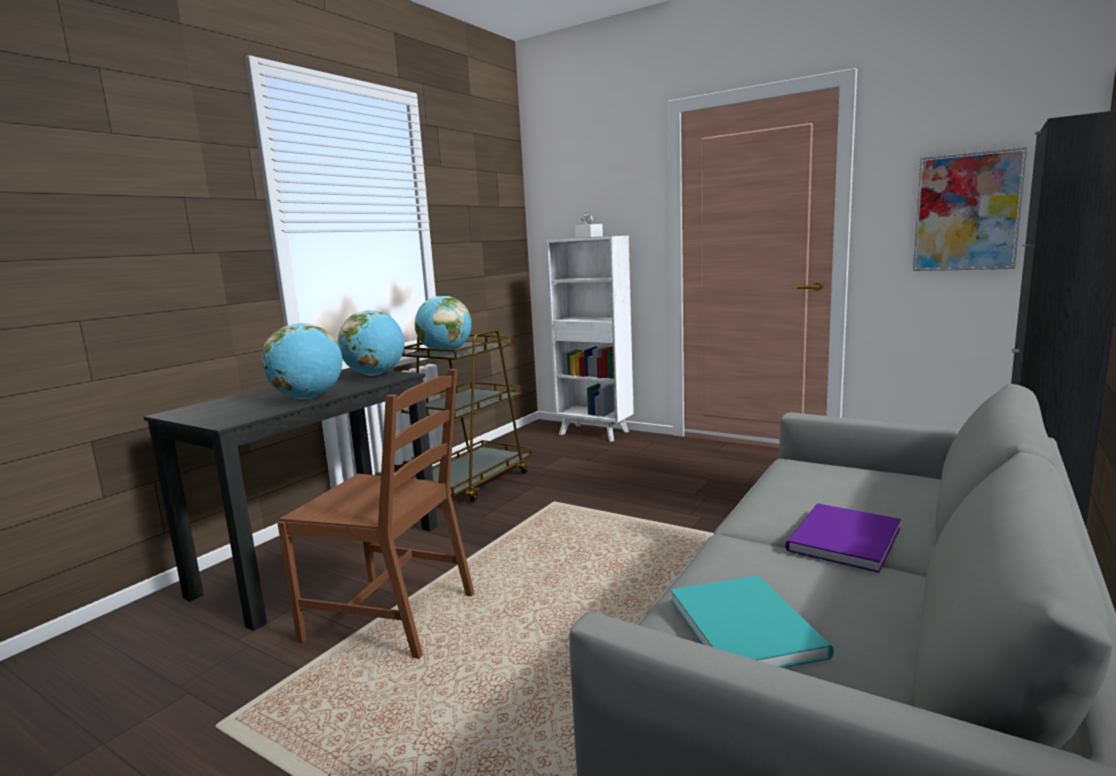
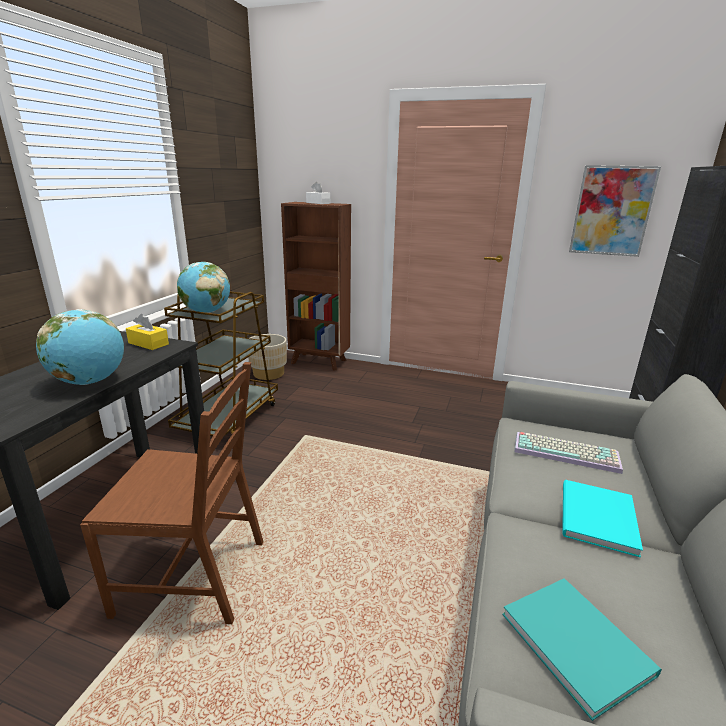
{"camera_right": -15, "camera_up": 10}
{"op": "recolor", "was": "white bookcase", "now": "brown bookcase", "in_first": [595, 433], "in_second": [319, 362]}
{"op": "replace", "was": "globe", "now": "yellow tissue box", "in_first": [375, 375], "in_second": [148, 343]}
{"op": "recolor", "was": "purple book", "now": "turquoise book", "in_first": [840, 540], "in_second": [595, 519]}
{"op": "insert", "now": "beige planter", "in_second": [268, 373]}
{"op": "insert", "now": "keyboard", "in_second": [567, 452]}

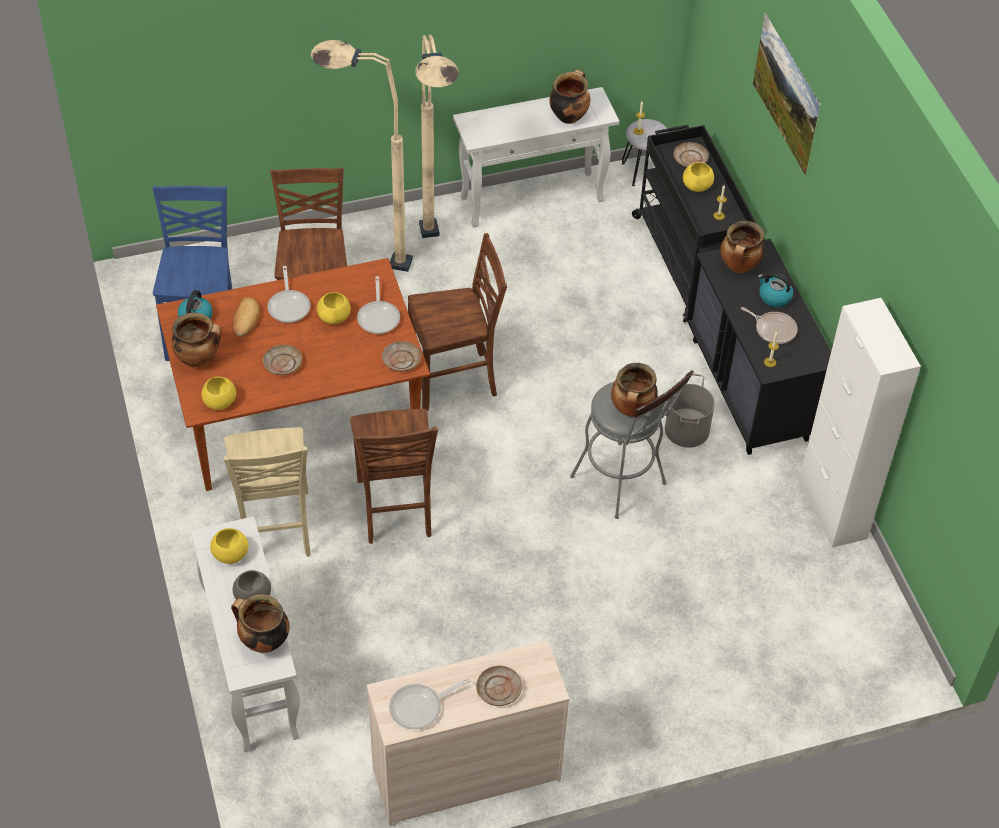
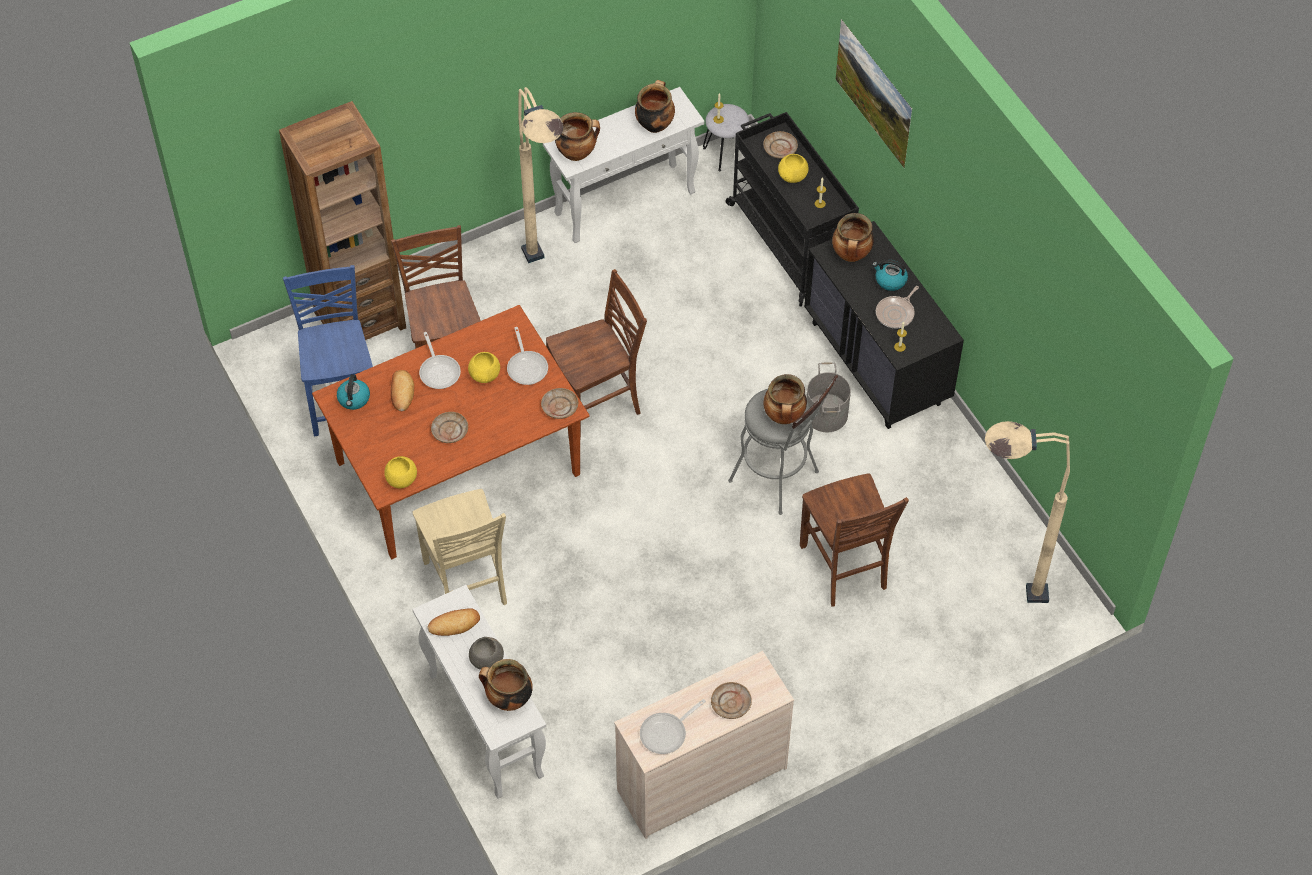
{"camera_right": -10, "camera_up": 5}
{"op": "move", "was": "beige floor lamp", "in_first": [362, 256], "in_second": [993, 593]}
{"op": "delete", "was": "white cabinet", "in_first": [832, 510]}
{"op": "rotate", "was": "frying pan", "in_first": [773, 329], "in_second": [896, 313], "clockwise": 105}
{"op": "move", "was": "cooking pot", "in_first": [199, 358], "in_second": [577, 153]}
{"op": "move", "was": "brown chair", "in_first": [395, 509], "in_second": [844, 568]}
{"op": "replace", "was": "yellow bowl", "now": "bread", "in_first": [229, 554], "in_second": [454, 624]}
{"op": "insert", "now": "brown bookcase", "in_second": [360, 320]}

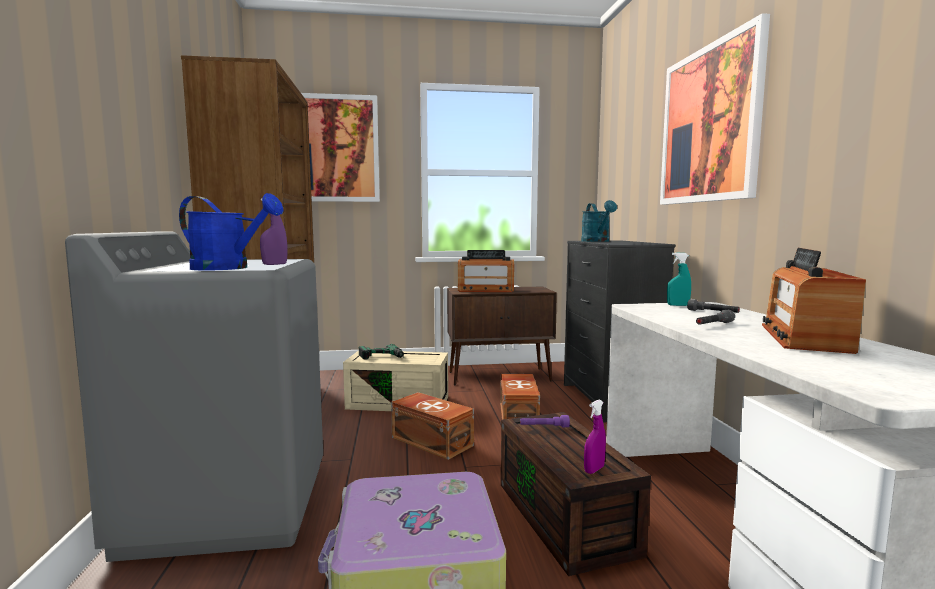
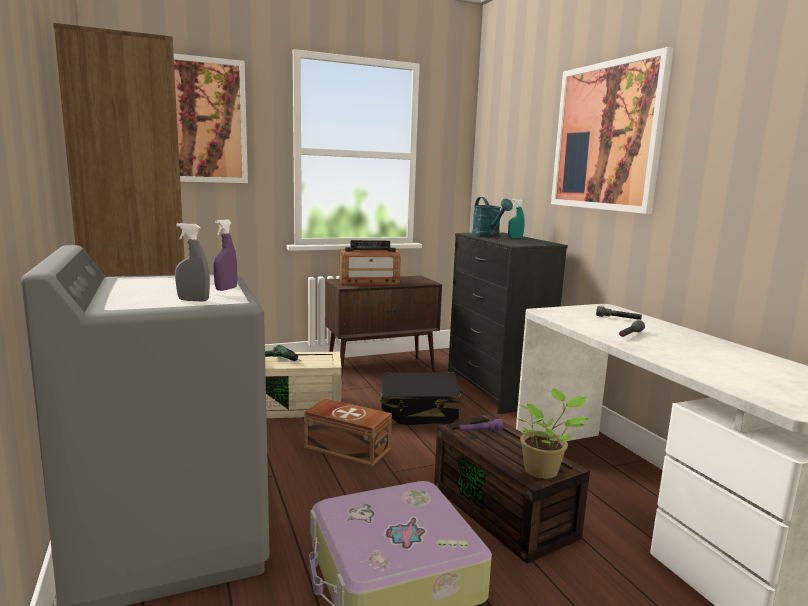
{"camera_right": -15, "camera_up": 5}
{"op": "replace", "was": "blue watering can", "now": "grey spray bottle", "in_first": [228, 268], "in_second": [193, 300]}
{"op": "delete", "was": "radio", "in_first": [804, 337]}
{"op": "move", "was": "turquoise spray bottle", "in_first": [678, 305], "in_second": [515, 237]}
{"op": "replace", "was": "brown storage box", "now": "black suitcase", "in_first": [519, 415], "in_second": [420, 413]}
{"op": "replace", "was": "purple spray bottle", "now": "potted plant", "in_first": [594, 469], "in_second": [543, 470]}

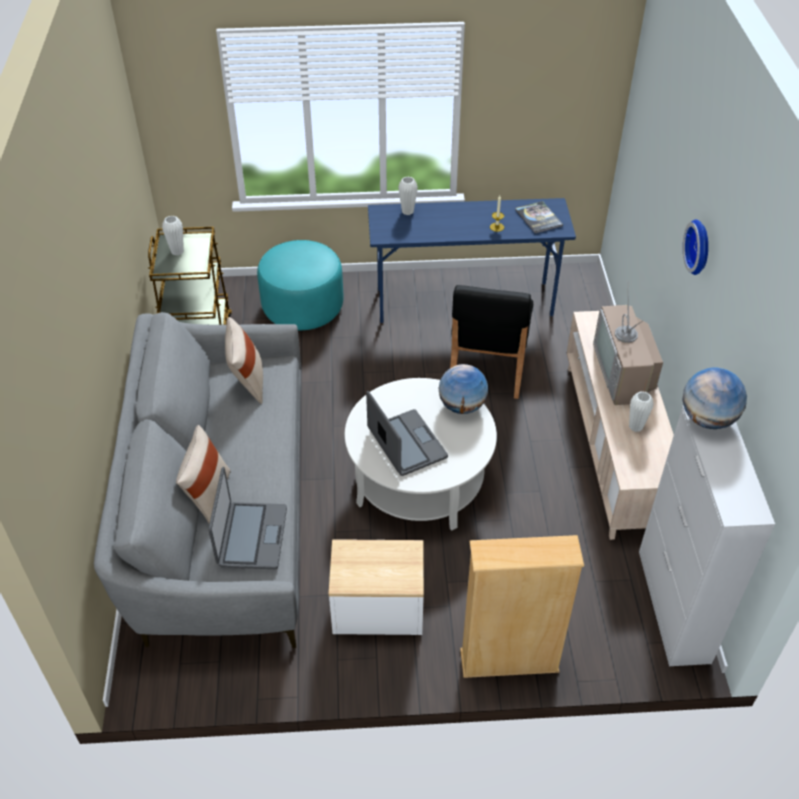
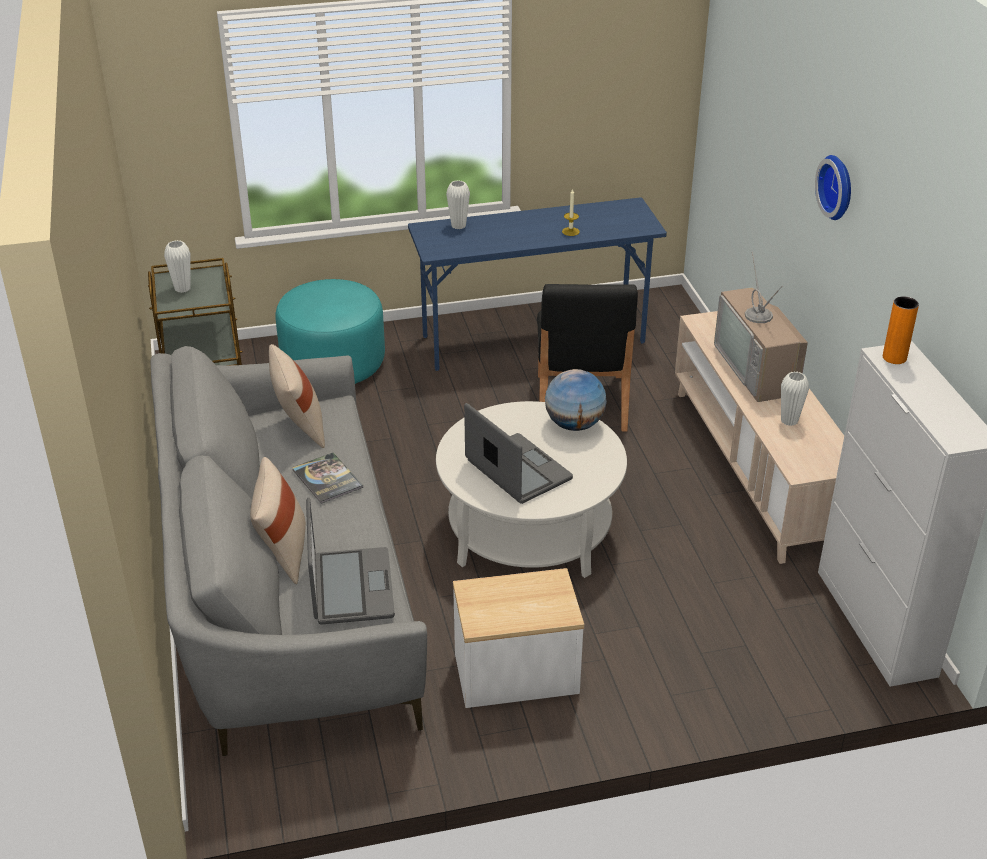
{"camera_right": -10, "camera_up": -10}
{"op": "move", "was": "book", "in_first": [538, 218], "in_second": [327, 479]}
{"op": "replace", "was": "globe", "now": "orange vase", "in_first": [708, 419], "in_second": [894, 358]}
{"op": "delete", "was": "beige bookcase", "in_first": [509, 661]}

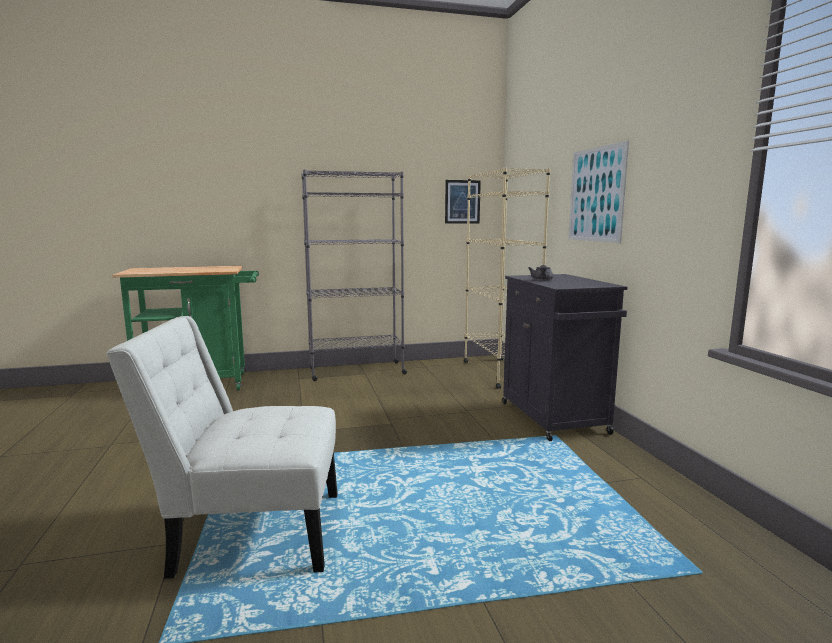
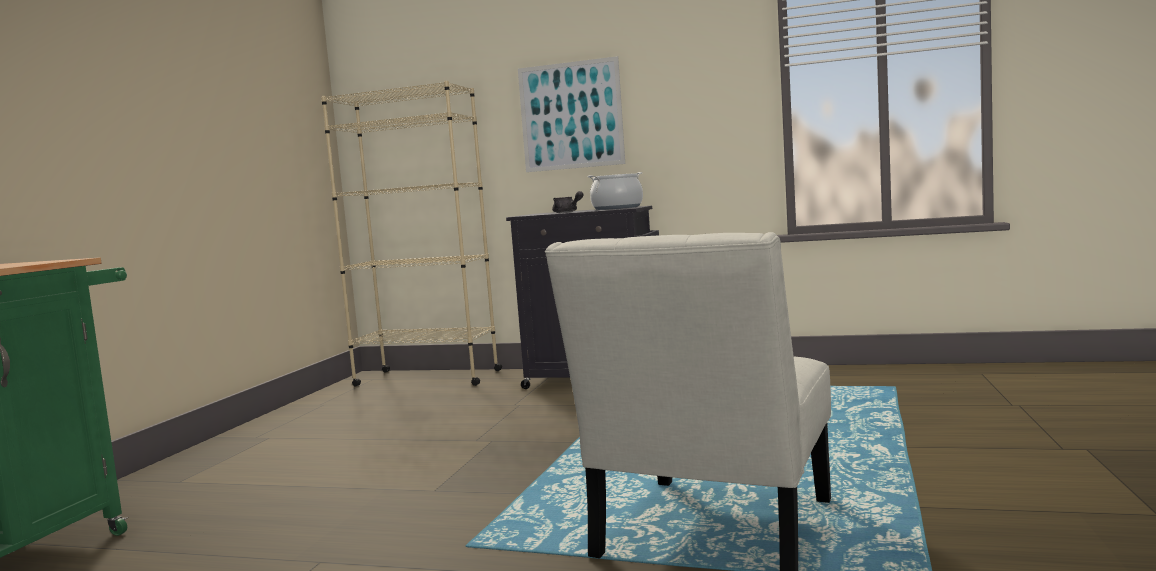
{"camera_right": -60, "camera_up": -5}
{"op": "delete", "was": "grey bookcase", "in_first": [356, 371]}
{"op": "delete", "was": "picture", "in_first": [462, 202]}
{"op": "insert", "now": "cooking pot", "in_second": [617, 208]}

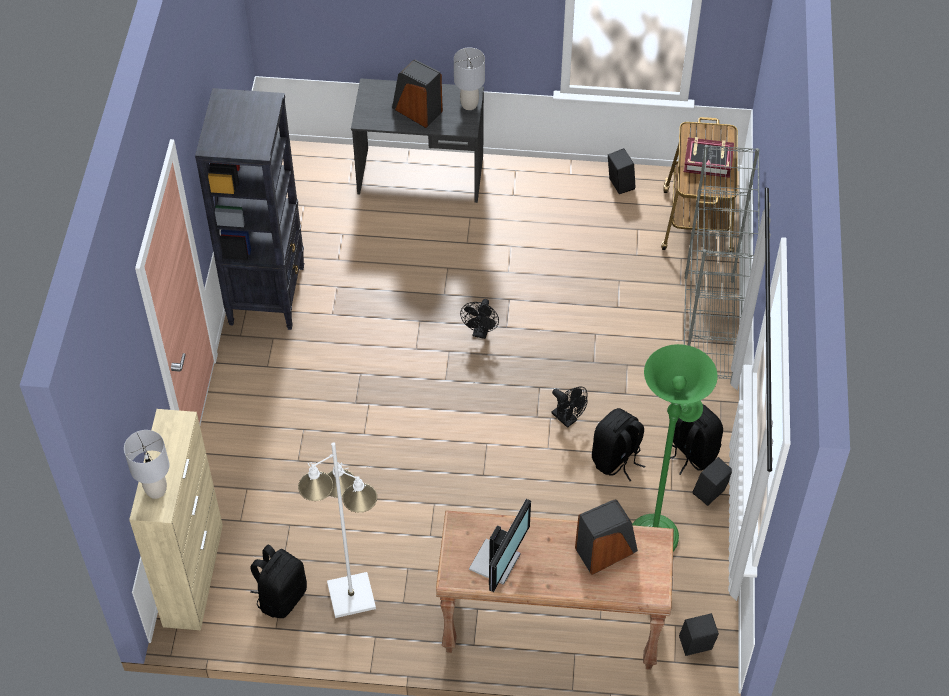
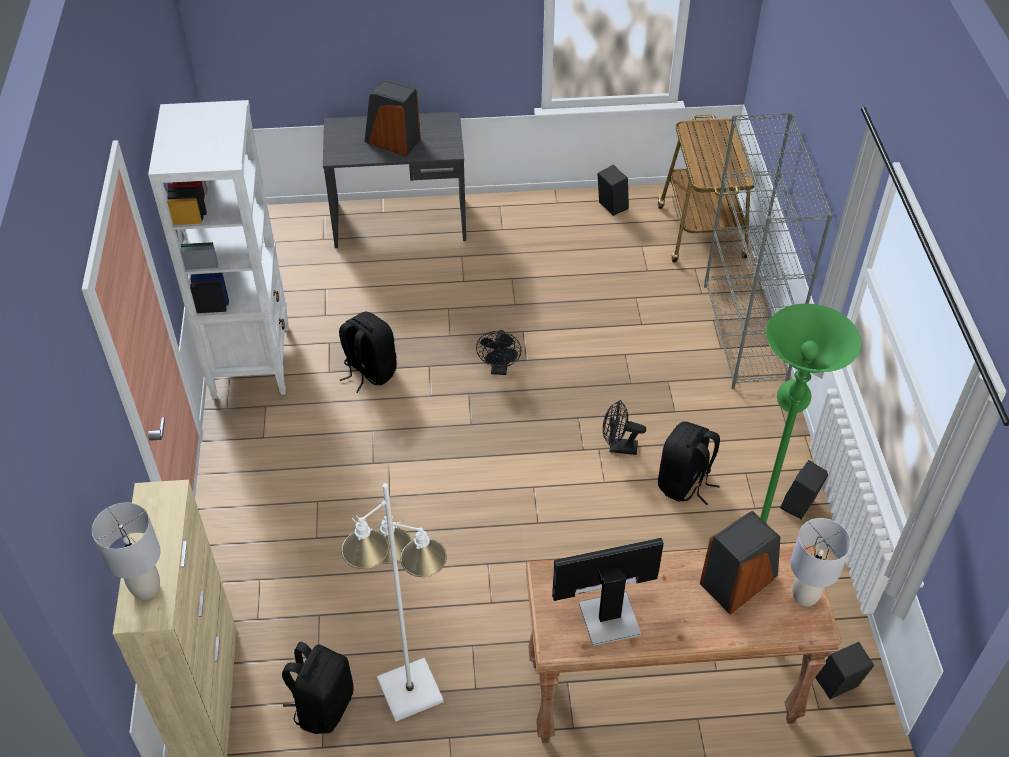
{"camera_right": -10, "camera_up": -5}
{"op": "move", "was": "grey table lamp", "in_first": [469, 105], "in_second": [804, 596]}
{"op": "recolor", "was": "black bookcase", "now": "white bookcase", "in_first": [267, 295], "in_second": [251, 361]}
{"op": "delete", "was": "book", "in_first": [708, 161]}
{"op": "rotate", "was": "black fan", "in_first": [567, 419], "in_second": [618, 447], "clockwise": 150}
{"op": "move", "was": "black backpack", "in_first": [691, 453], "in_second": [369, 371]}
{"op": "rotate", "was": "monitor", "in_first": [497, 562], "in_second": [607, 616], "clockwise": -120}

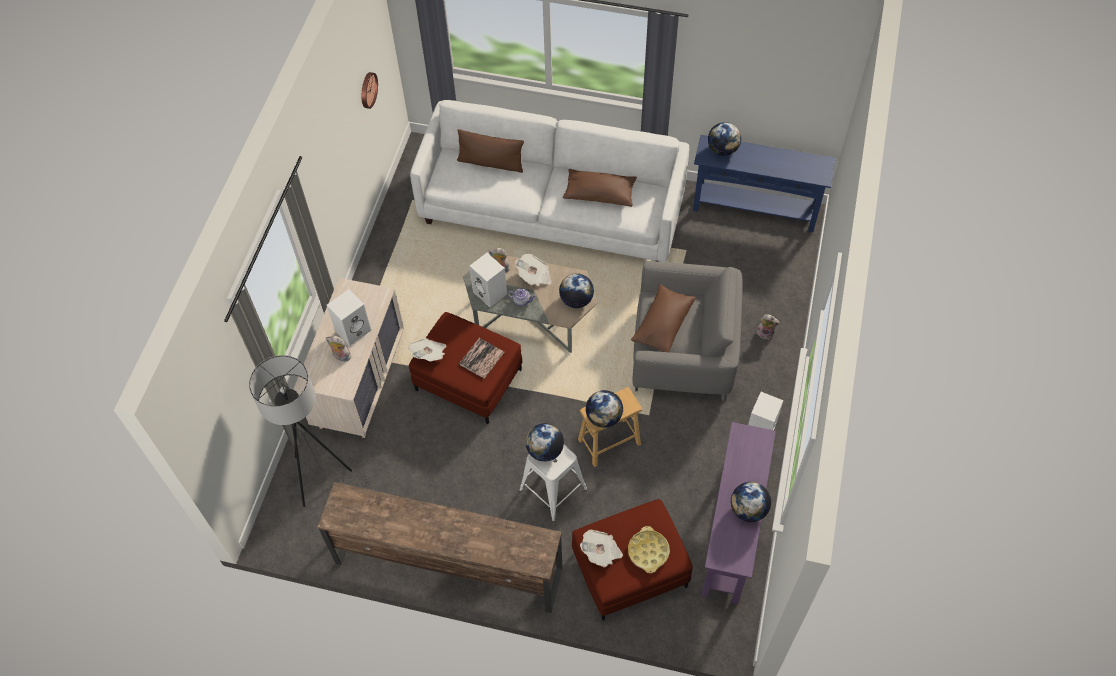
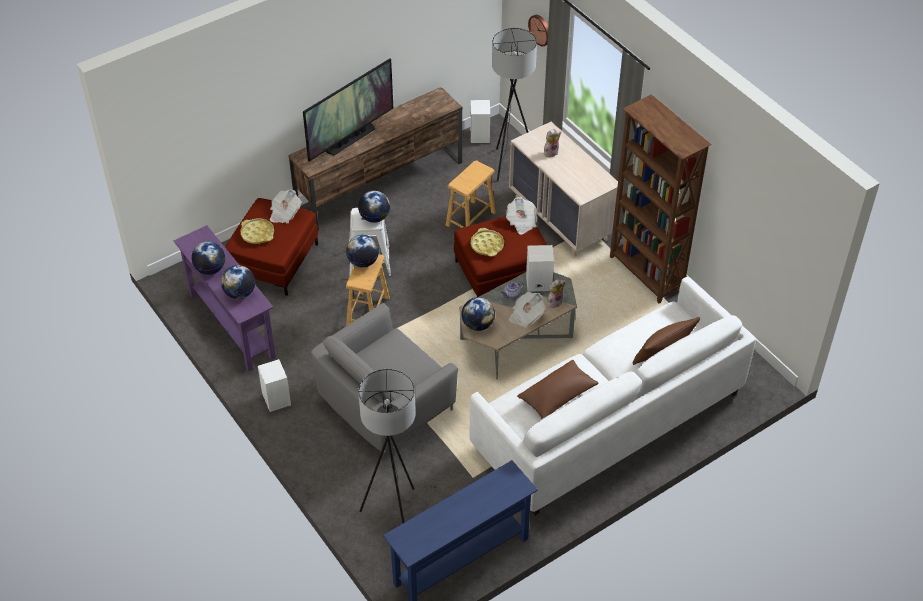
{"camera_right": 130, "camera_up": -10}
{"op": "move", "was": "wall clock", "in_first": [367, 90], "in_second": [541, 29]}
{"op": "move", "was": "globe", "in_first": [722, 150], "in_second": [239, 293]}
{"op": "delete", "was": "brown pillow", "in_first": [663, 324]}
{"op": "move", "was": "white speaker", "in_first": [353, 330], "in_second": [480, 136]}
{"op": "delete", "was": "plush toy", "in_first": [766, 333]}
{"op": "replace", "was": "book", "now": "yellow tray", "in_first": [482, 358], "in_second": [487, 245]}
{"op": "insert", "now": "television", "in_second": [350, 139]}
{"op": "insert", "now": "brown bookcase", "in_second": [646, 274]}
{"op": "insert", "now": "brown stool", "in_second": [470, 219]}
{"op": "insert", "now": "grey floor lamp", "in_second": [395, 508]}

